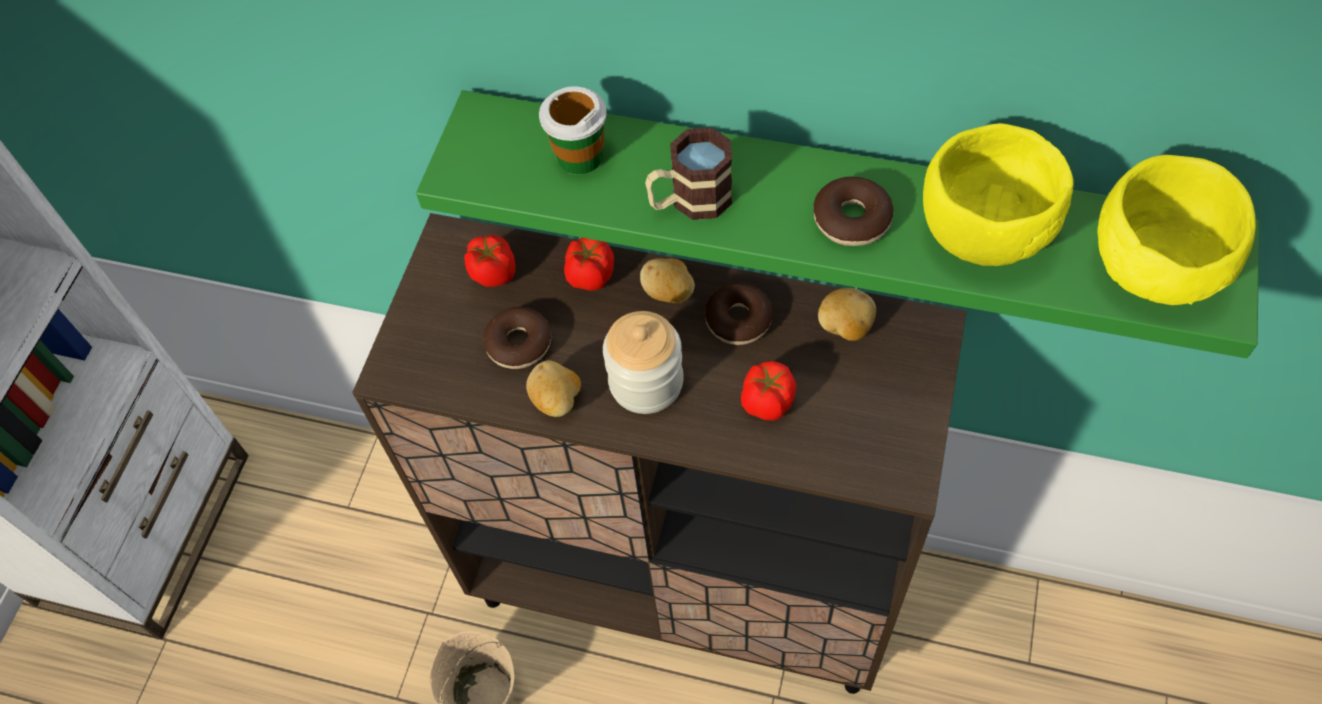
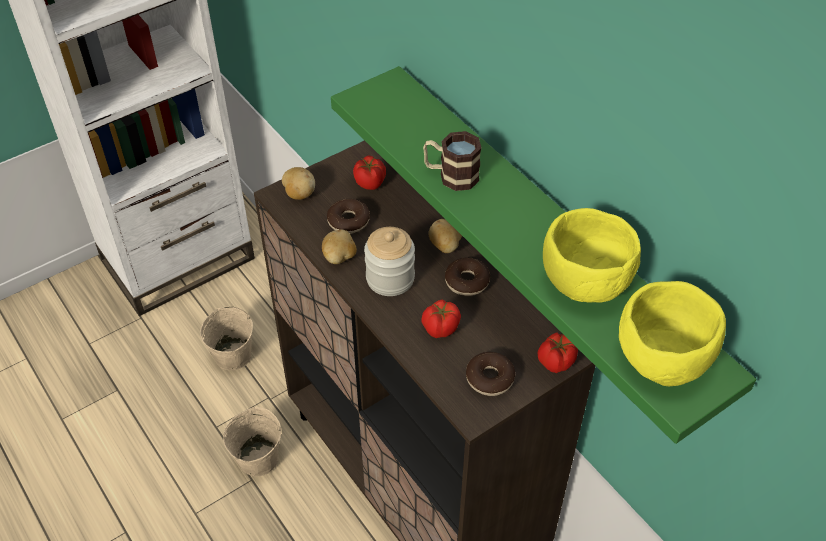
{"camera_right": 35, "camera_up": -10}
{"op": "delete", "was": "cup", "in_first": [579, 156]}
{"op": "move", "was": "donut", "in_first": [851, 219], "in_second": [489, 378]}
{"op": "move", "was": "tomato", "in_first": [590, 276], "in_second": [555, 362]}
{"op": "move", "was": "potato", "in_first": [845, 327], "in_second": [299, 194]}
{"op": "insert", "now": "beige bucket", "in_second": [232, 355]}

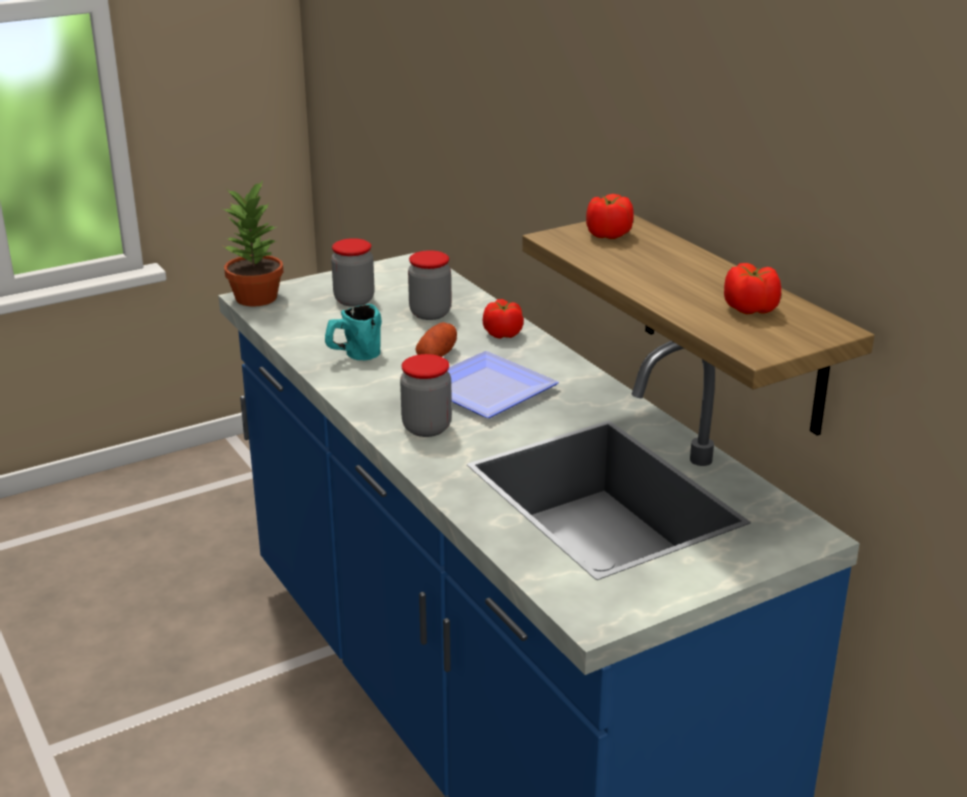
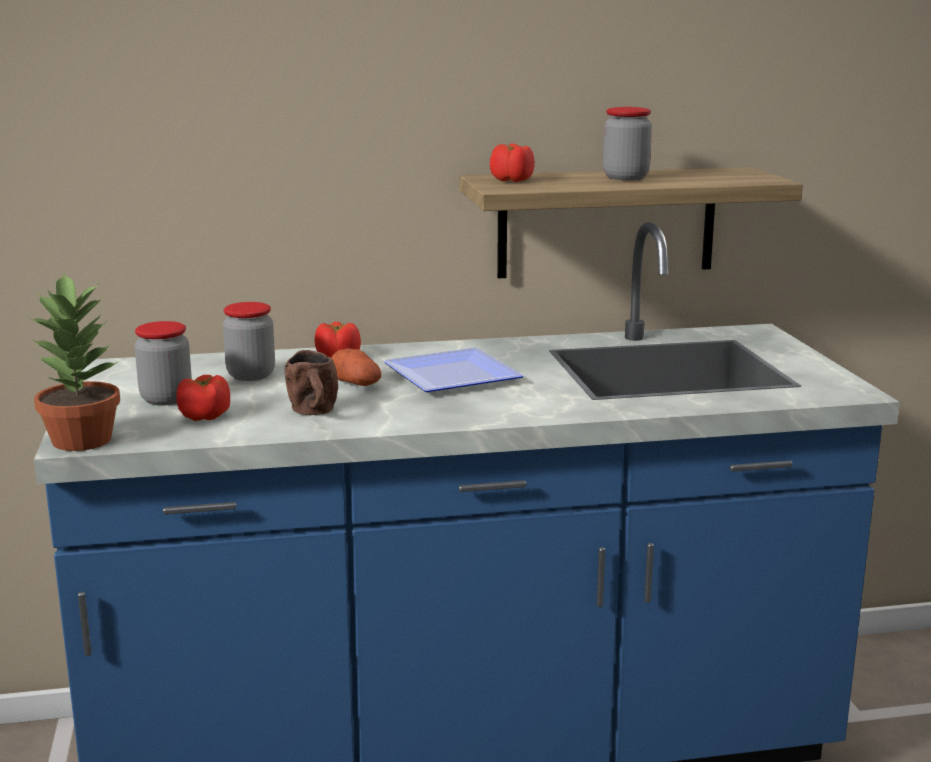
{"camera_right": -70, "camera_up": -10}
{"op": "move", "was": "tomato", "in_first": [750, 309], "in_second": [205, 417]}
{"op": "recolor", "was": "turquoise mug", "now": "brown mug", "in_first": [353, 356], "in_second": [314, 413]}
{"op": "move", "was": "jar", "in_first": [426, 428], "in_second": [625, 177]}

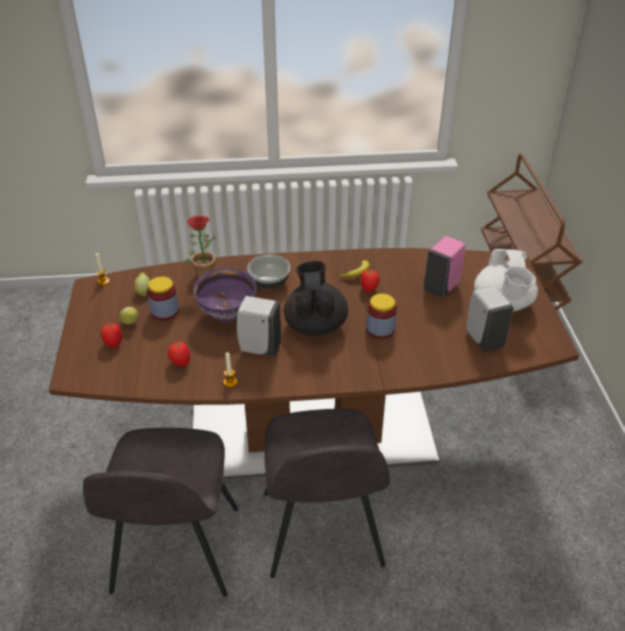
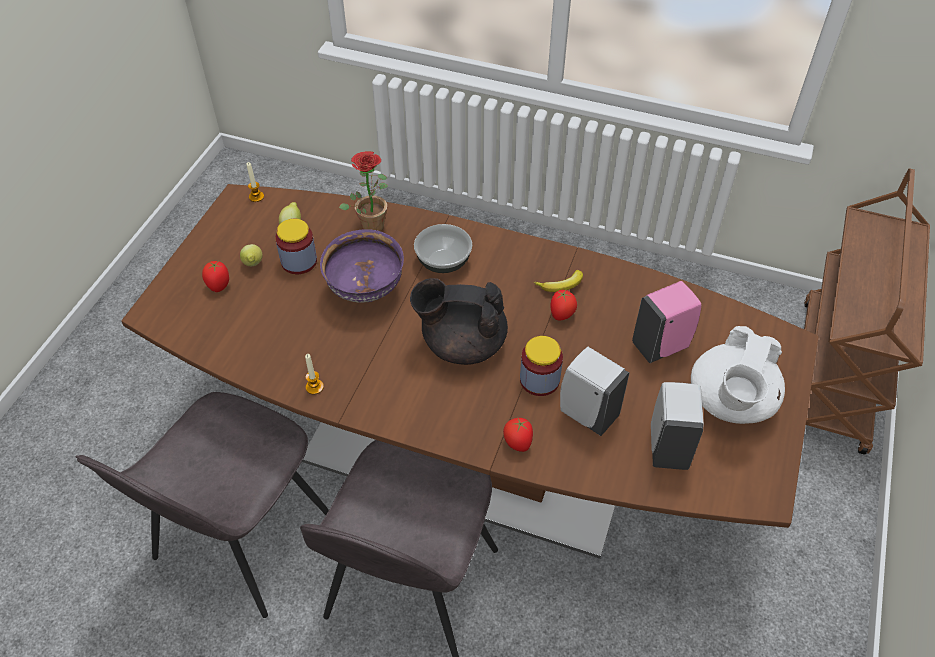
{"camera_right": 25, "camera_up": 10}
{"op": "rotate", "was": "black teapot", "in_first": [315, 324], "in_second": [462, 343], "clockwise": -105}
{"op": "move", "was": "white soap dispenser", "in_first": [259, 348], "in_second": [586, 413]}
{"op": "move", "was": "tomato", "in_first": [180, 363], "in_second": [517, 443]}

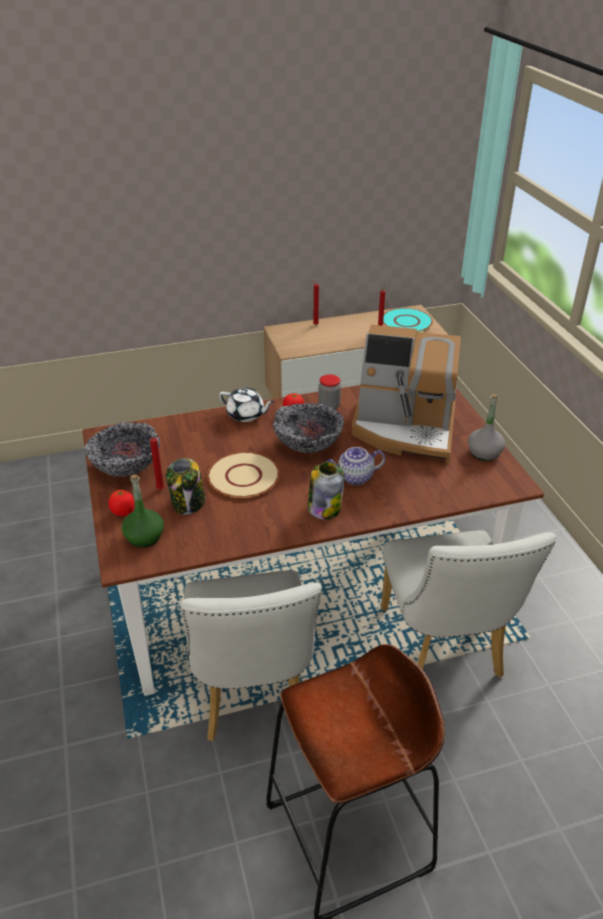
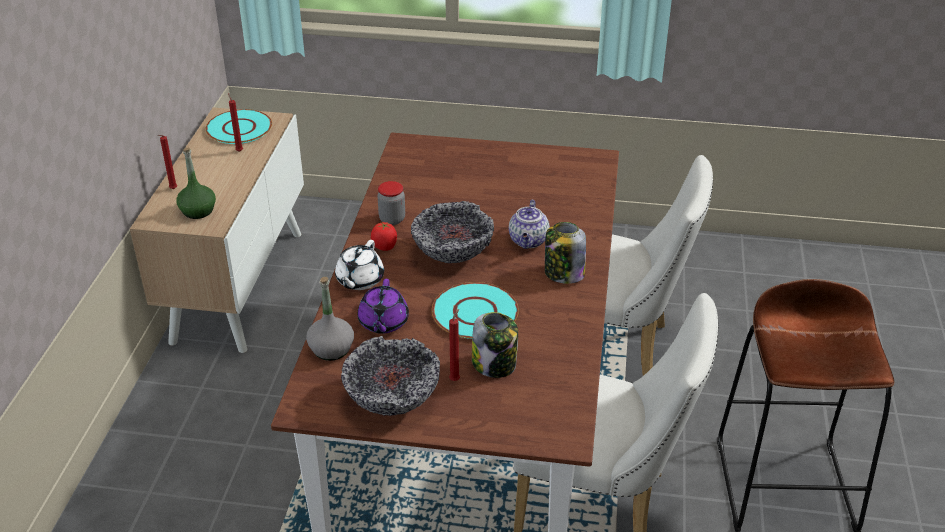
{"camera_right": -65, "camera_up": 0}
{"op": "delete", "was": "coffee machine", "in_first": [405, 429]}
{"op": "rotate", "was": "white teapot", "in_first": [246, 415], "in_second": [359, 280], "clockwise": 150}
{"op": "move", "was": "grey bottle", "in_first": [484, 453], "in_second": [331, 349]}
{"op": "recolor", "was": "beige plate", "now": "turquoise plate", "in_first": [243, 477], "in_second": [475, 312]}
{"op": "move", "was": "green bottle", "in_first": [144, 537], "in_second": [198, 211]}
{"op": "delete", "was": "tomato", "in_first": [123, 512]}
{"op": "insert", "now": "purple teapot", "in_second": [383, 323]}

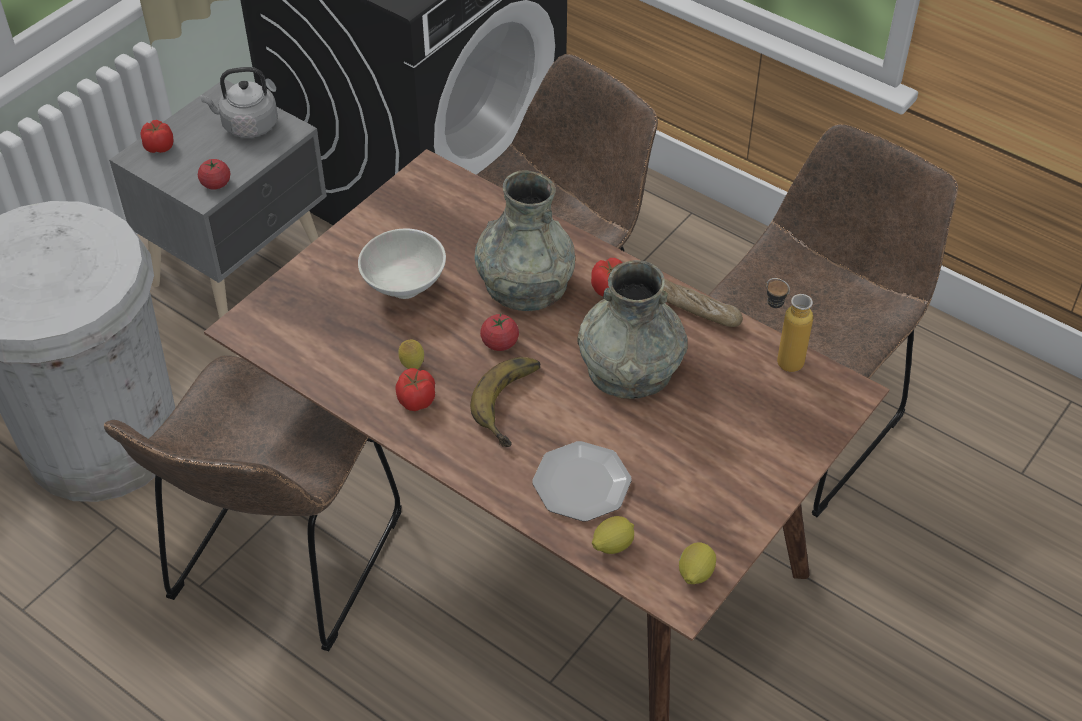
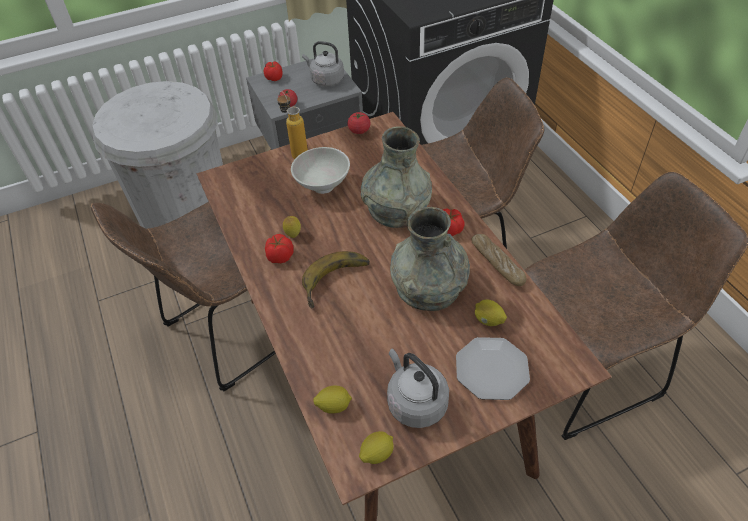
{"camera_right": 30, "camera_up": 0}
{"op": "move", "was": "bottle", "in_first": [779, 359], "in_second": [296, 152]}
{"op": "move", "was": "tomato", "in_first": [500, 343], "in_second": [359, 130]}
{"op": "move", "was": "plate", "in_first": [581, 484], "in_second": [491, 370]}
{"op": "insert", "now": "lemon", "in_second": [488, 320]}
{"op": "insert", "now": "grey kettle", "in_second": [415, 402]}

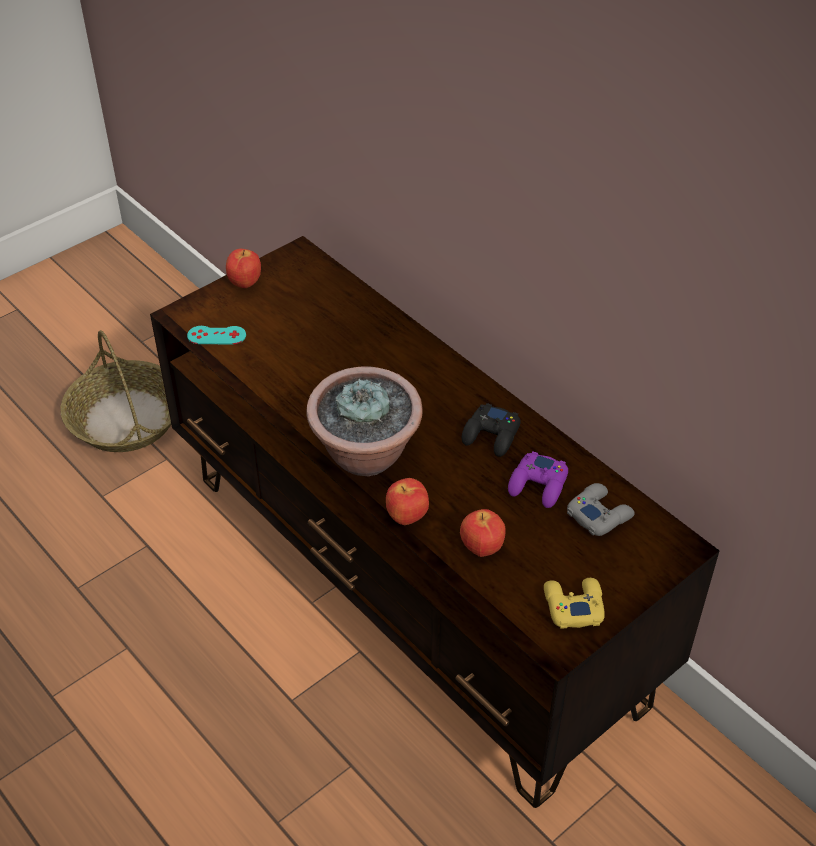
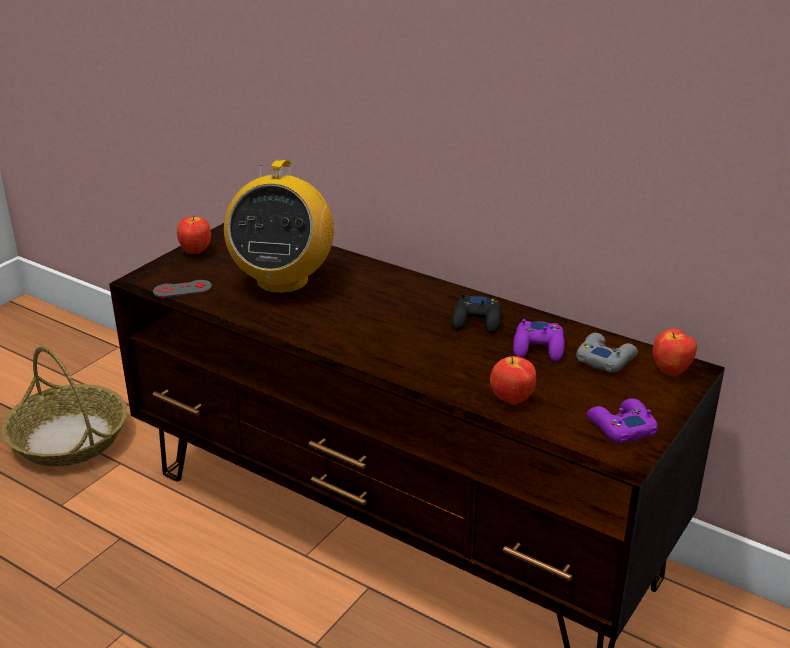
{"camera_right": -15, "camera_up": -15}
{"op": "recolor", "was": "turquoise game controller", "now": "grey game controller", "in_first": [216, 335], "in_second": [182, 289]}
{"op": "delete", "was": "potted plant", "in_first": [366, 455]}
{"op": "move", "was": "apple", "in_first": [407, 517], "in_second": [671, 372]}
{"op": "recolor", "was": "yellow game controller", "now": "purple game controller", "in_first": [573, 606], "in_second": [620, 427]}
{"op": "insert", "now": "radio", "in_second": [282, 281]}

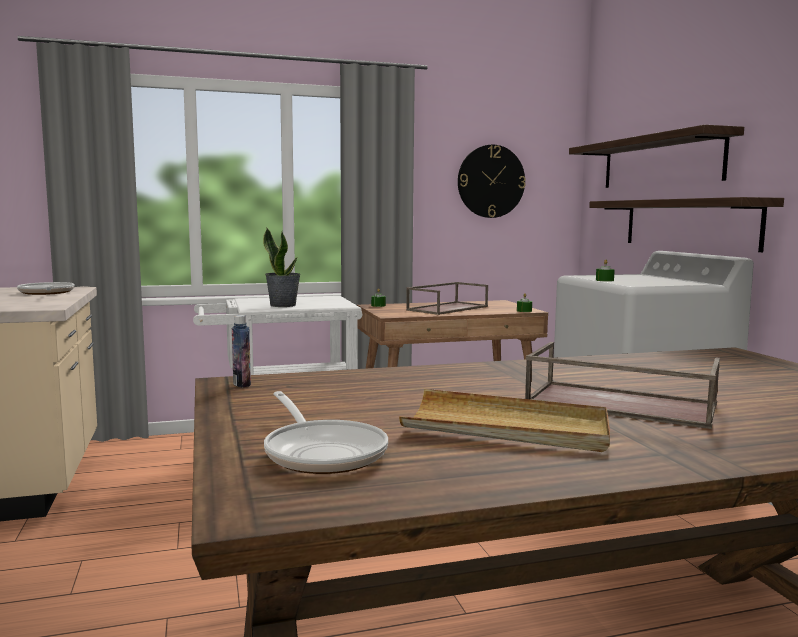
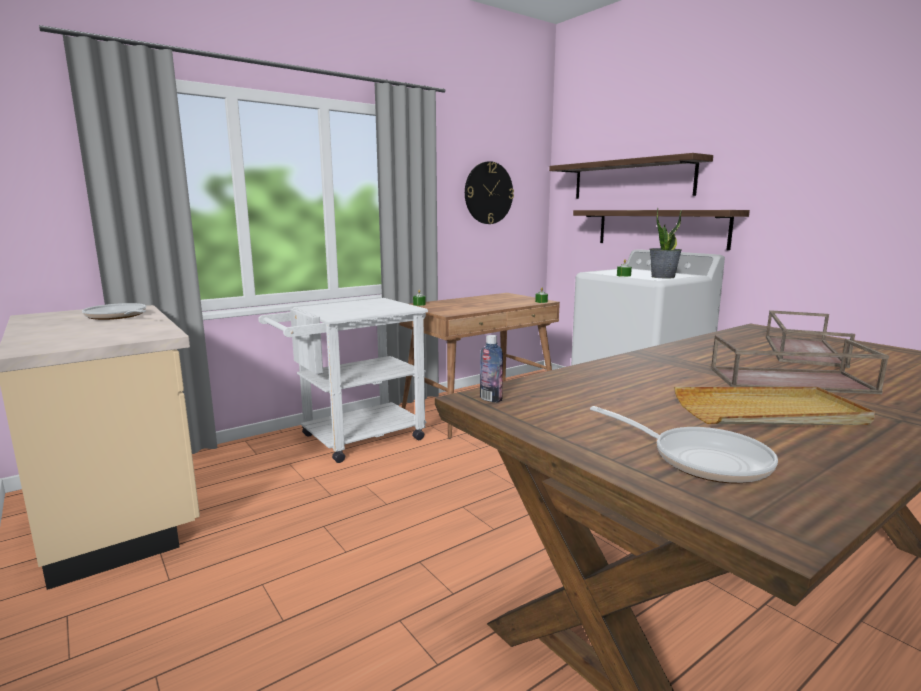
{"camera_right": -20, "camera_up": 5}
{"op": "move", "was": "potted plant", "in_first": [283, 305], "in_second": [662, 277]}
{"op": "move", "was": "brown tray", "in_first": [447, 308], "in_second": [801, 350]}

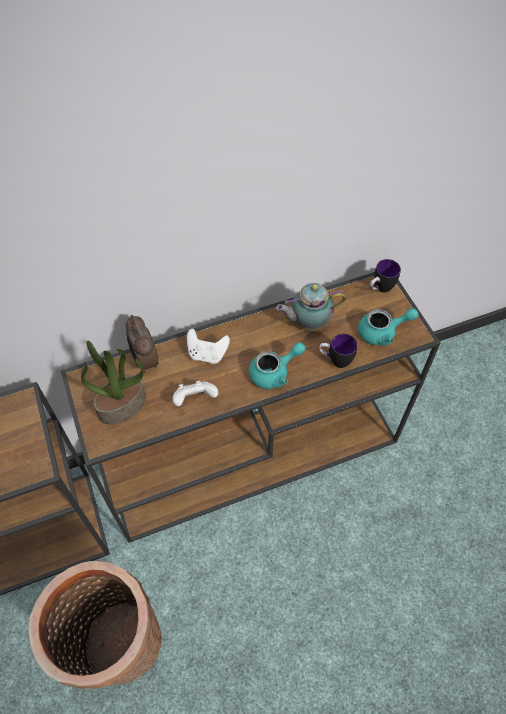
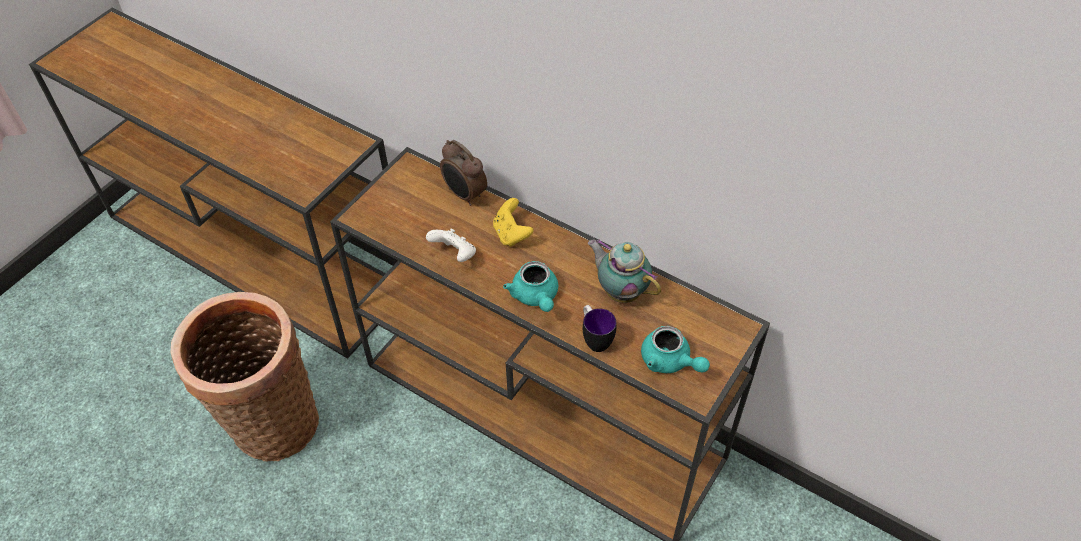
{"camera_right": 55, "camera_up": -5}
{"op": "delete", "was": "mug", "in_first": [380, 289]}
{"op": "rotate", "was": "alarm clock", "in_first": [145, 361], "in_second": [464, 195], "clockwise": -75}
{"op": "recolor", "was": "white game controller", "now": "yellow game controller", "in_first": [207, 354], "in_second": [511, 234]}
{"op": "delete", "was": "potted plant", "in_first": [122, 405]}
{"op": "rotate", "was": "turquoise teapot", "in_first": [274, 373], "in_second": [535, 297], "clockwise": 45}

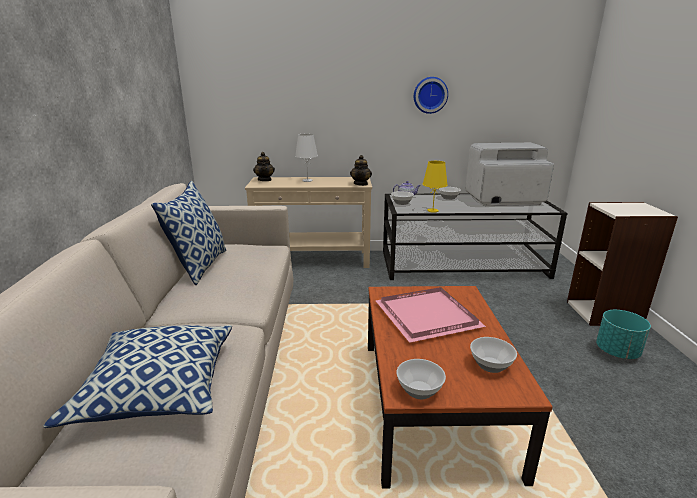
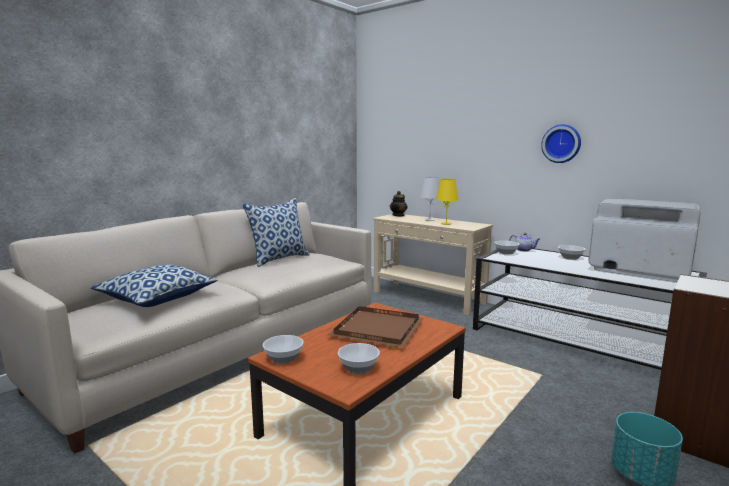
{"camera_right": 40, "camera_up": -10}
{"op": "delete", "was": "teapot", "in_first": [361, 184]}
{"op": "move", "was": "yellow table lamp", "in_first": [432, 210], "in_second": [446, 223]}
{"op": "recolor", "was": "pink tray", "now": "brown tray", "in_first": [425, 315], "in_second": [376, 329]}

